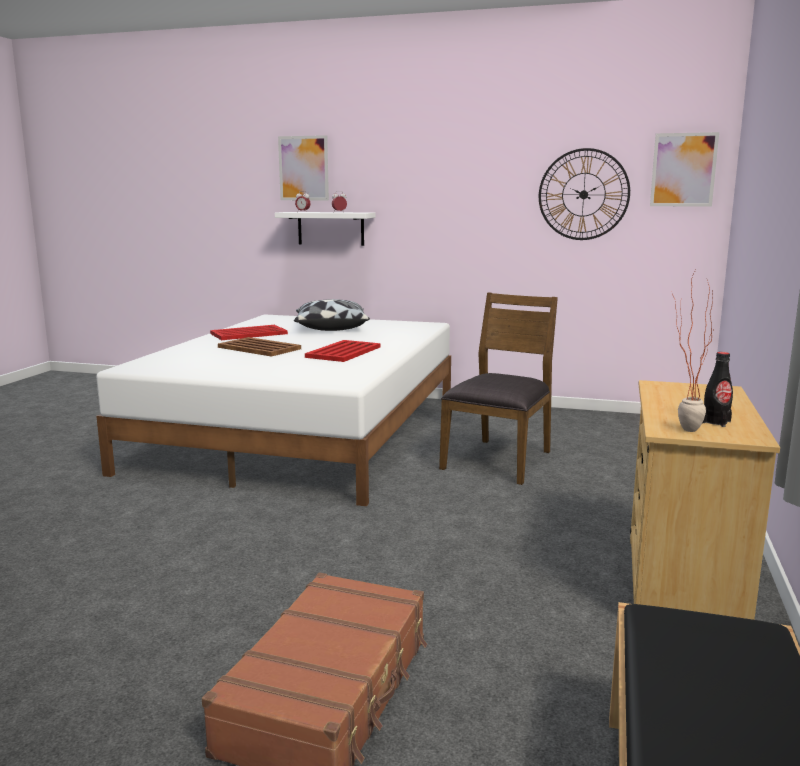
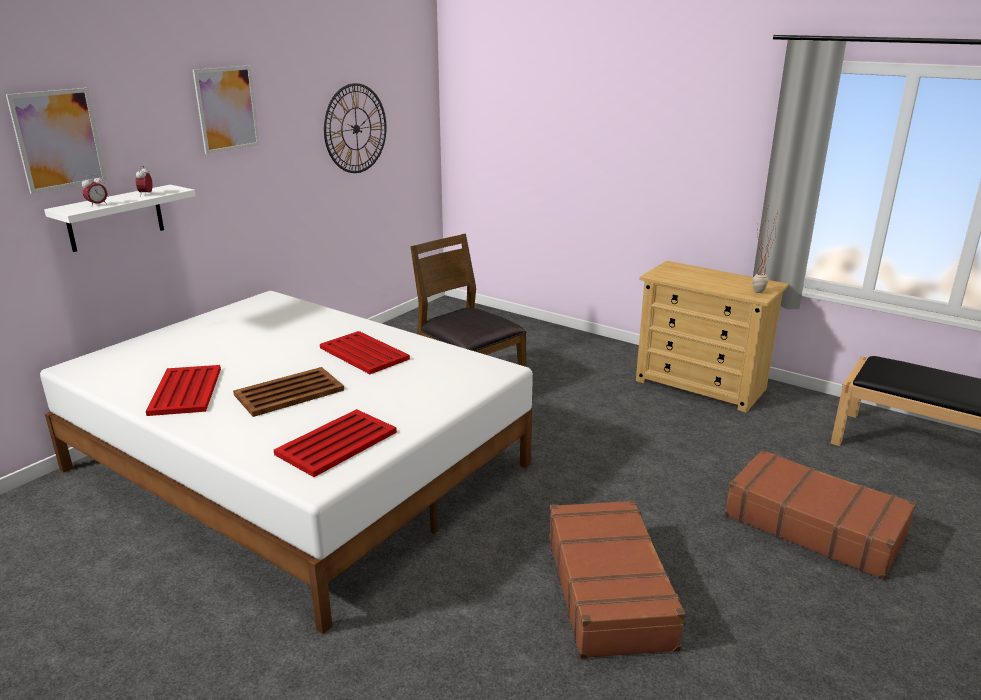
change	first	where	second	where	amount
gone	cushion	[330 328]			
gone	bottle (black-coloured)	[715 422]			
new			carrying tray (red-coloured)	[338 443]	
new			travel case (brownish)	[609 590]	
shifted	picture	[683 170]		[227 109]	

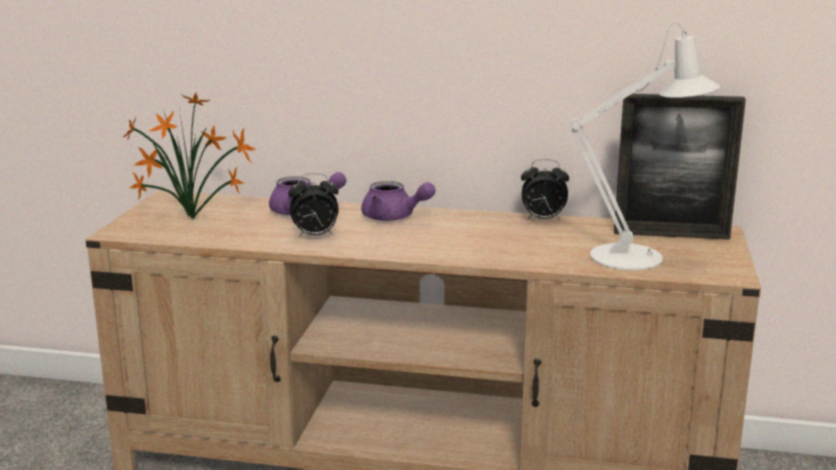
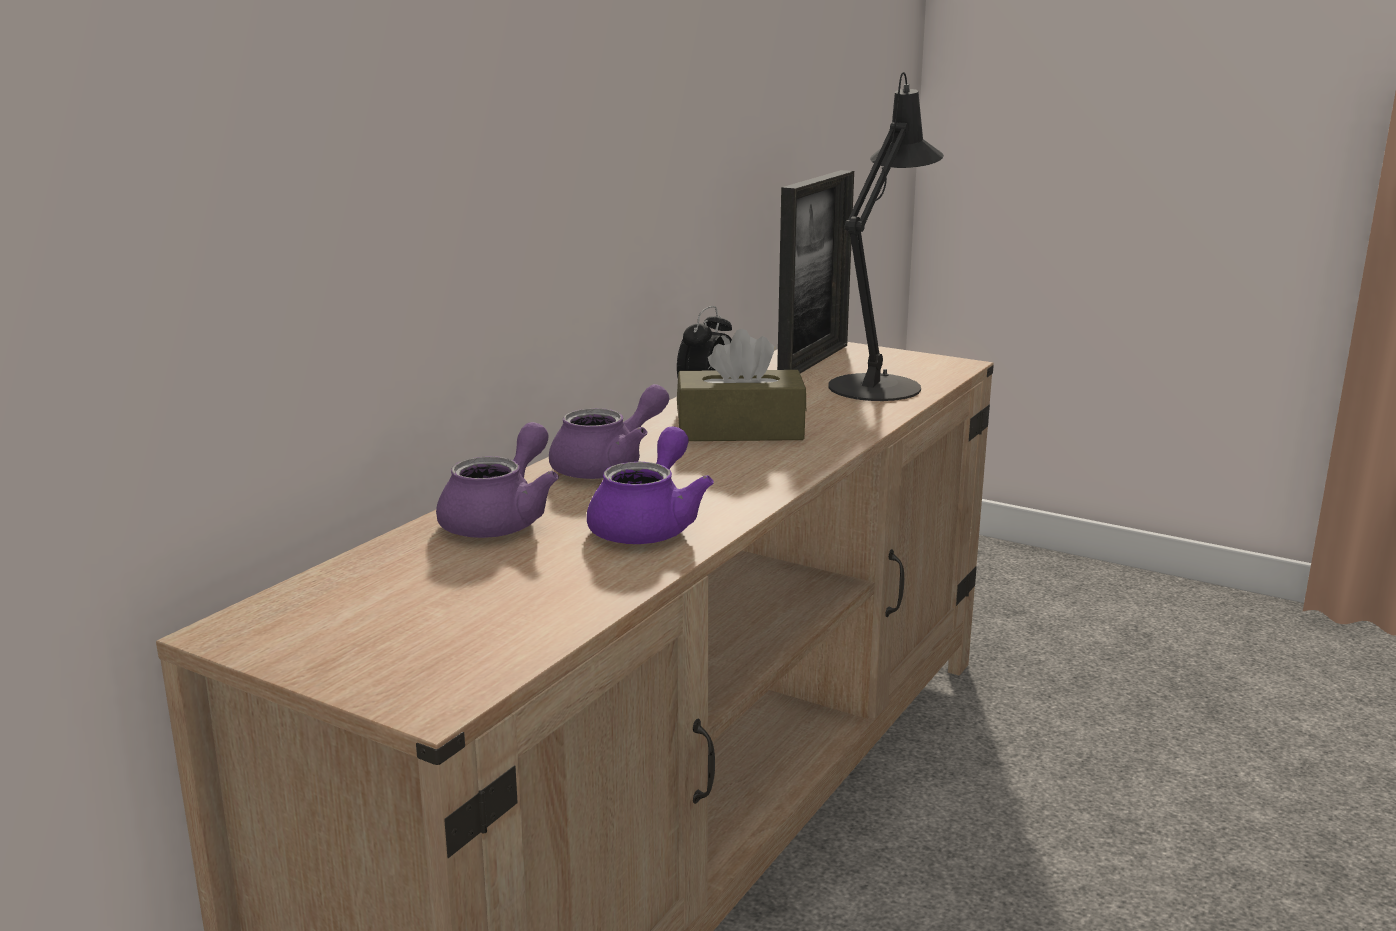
change	first	where	second	where	amount
gone	houseplant	[195 220]			
new			box of tissues (brownish)	[740 430]	
swapped	table clock	[315 236]	teapot (purple)	[649 525]	
repainted	tabletop lamp (white)	[637 257]	tabletop lamp (black-coloured)	[879 384]	

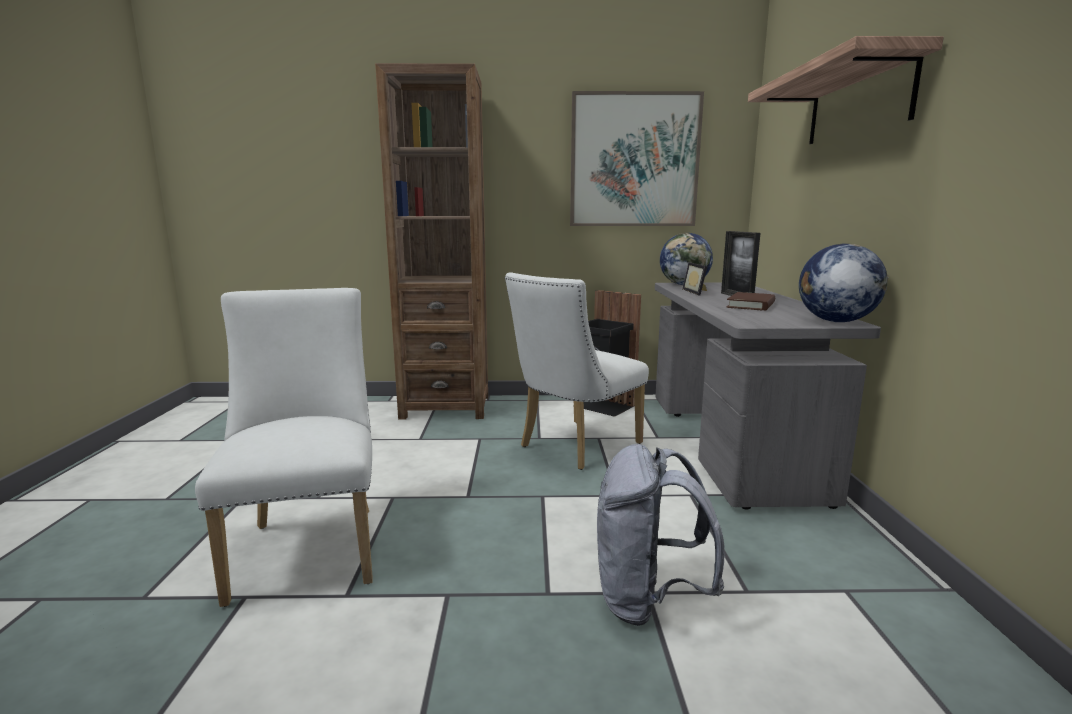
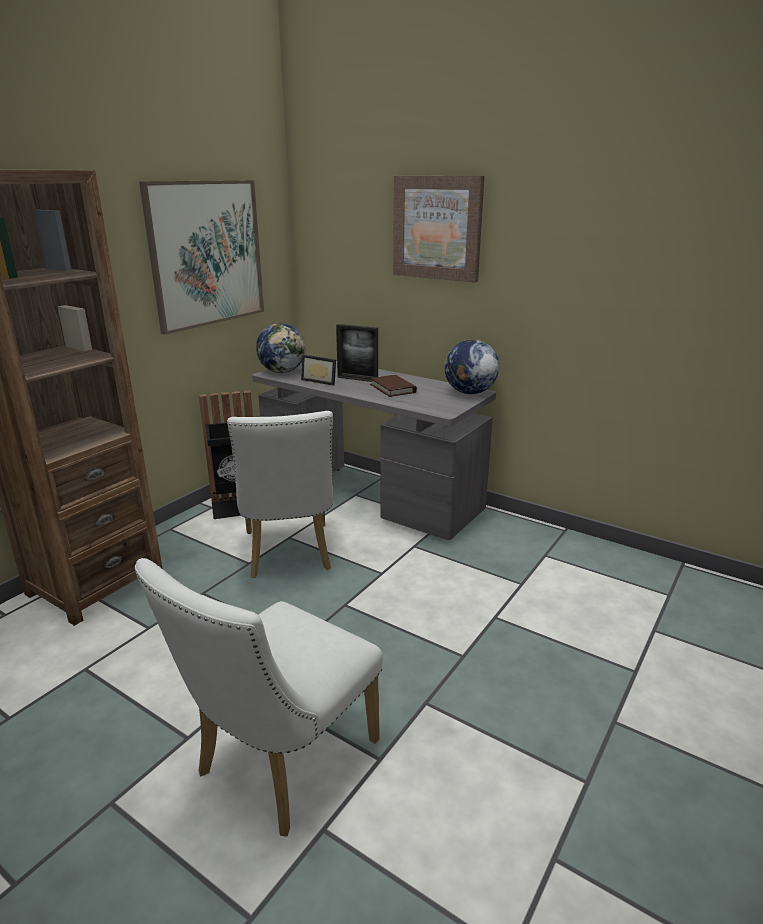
change	first	where	second	where	amount
gone	knapsack (greyish)	[647 600]			
swapped	bracket shelf	[858 102]	picture	[437 228]	
rotated	upright chair (white)	[309 546]		[279 765]	75 degrees counterclockwise

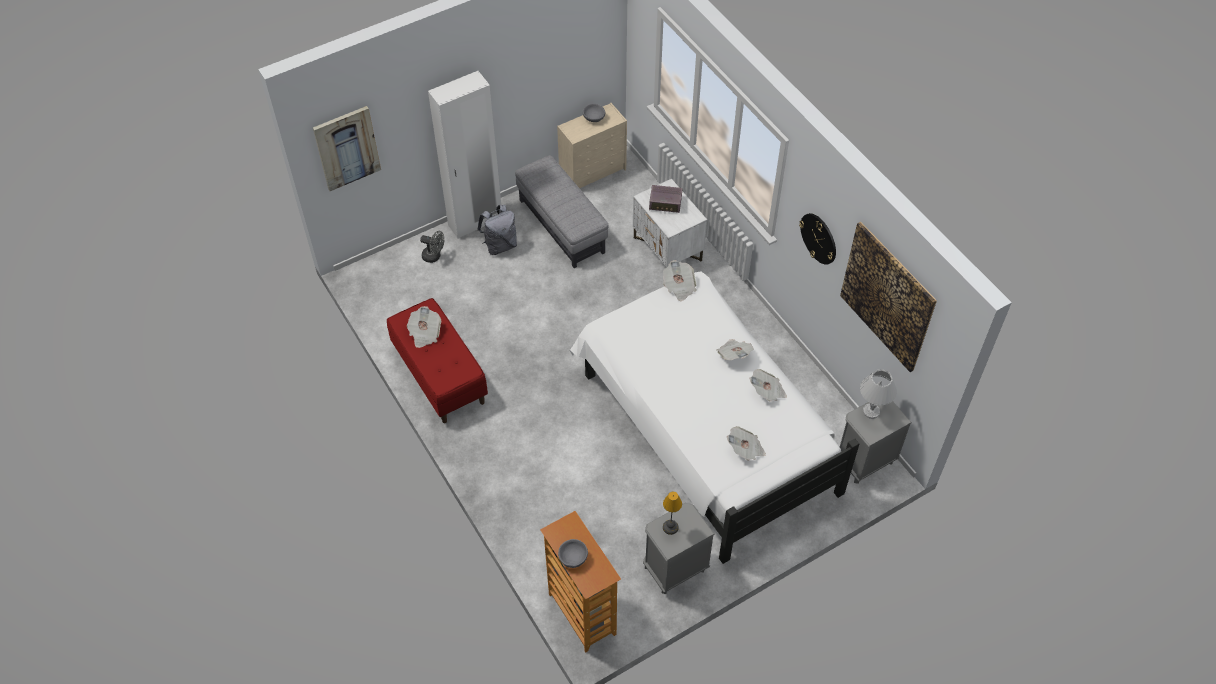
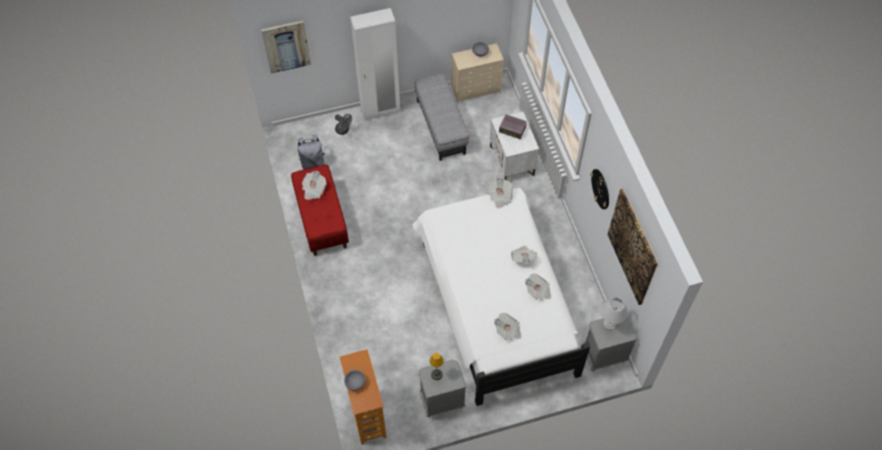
change	first	where	second	where	amount
shifted	knapsack (greyish)	[500 245]		[312 162]	

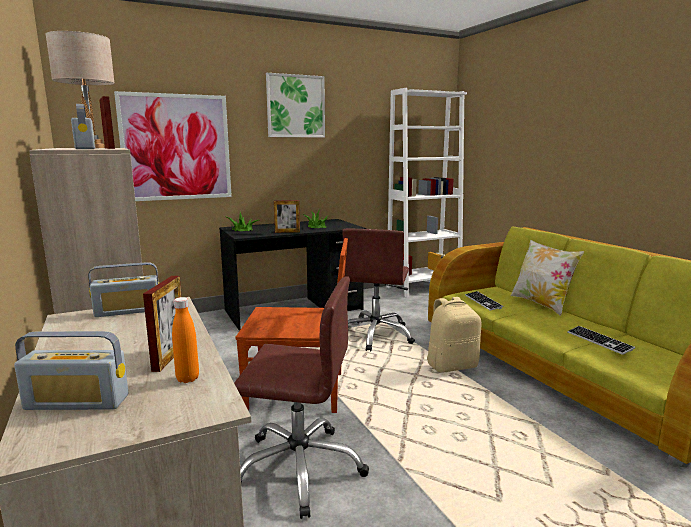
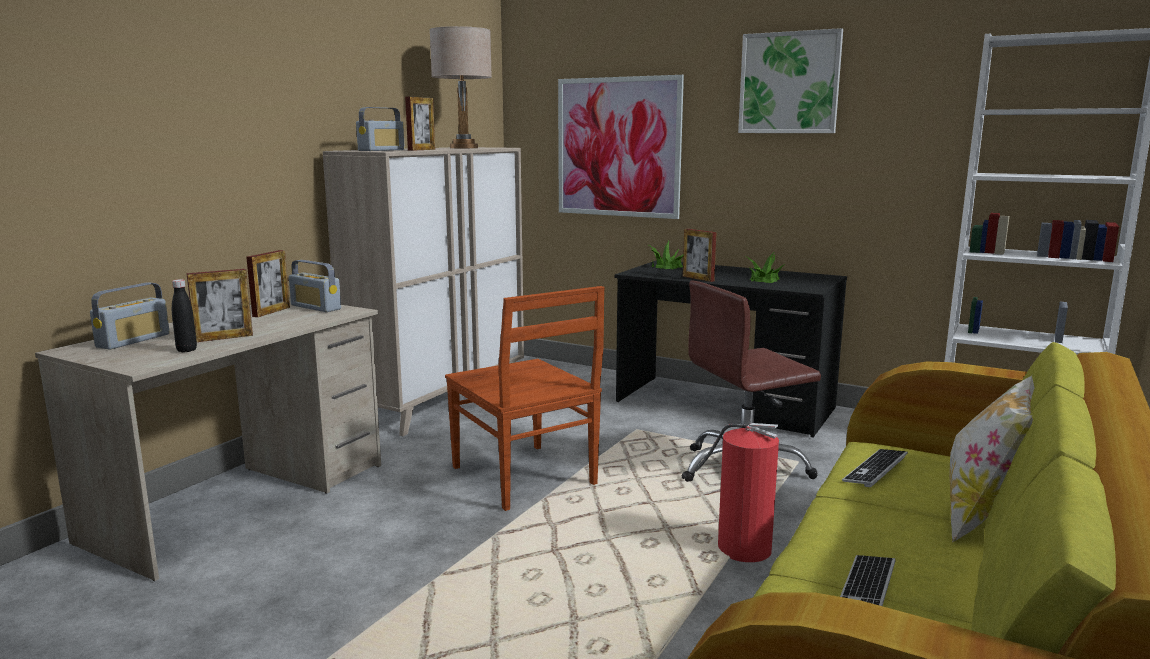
change	first	where	second	where	amount
gone	desk chair (brownish)	[299 467]			
new			photo frame	[271 312]	
swapped	knapsack (beige)	[452 365]	fire extinguisher	[741 547]	
repainted	bottle (orange-coloured)	[187 378]	bottle (black-coloured)	[186 350]	
rotated	radio set	[77 402]		[133 340]	120 degrees counterclockwise

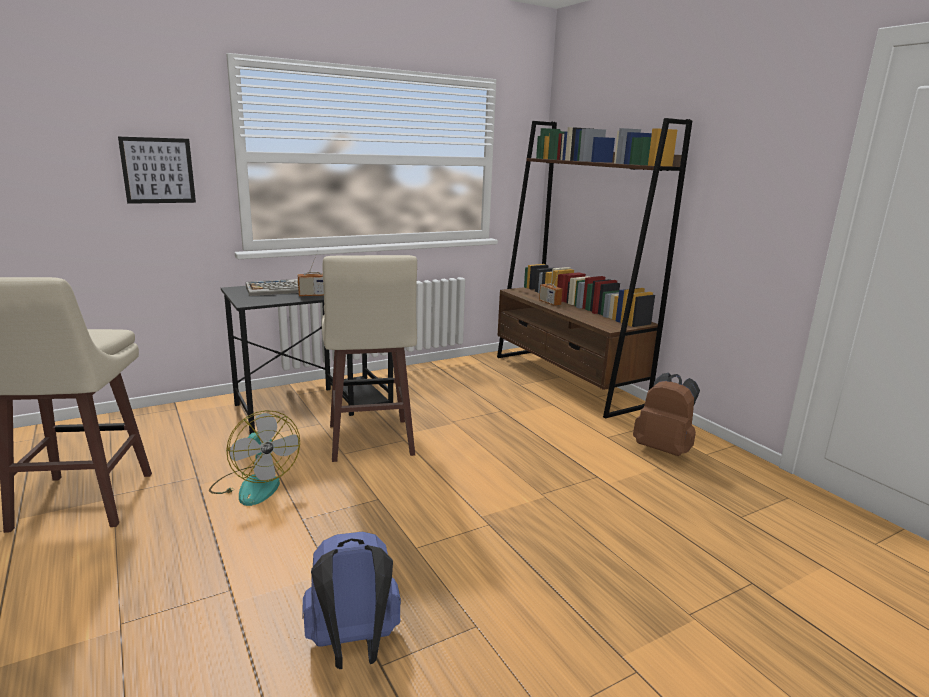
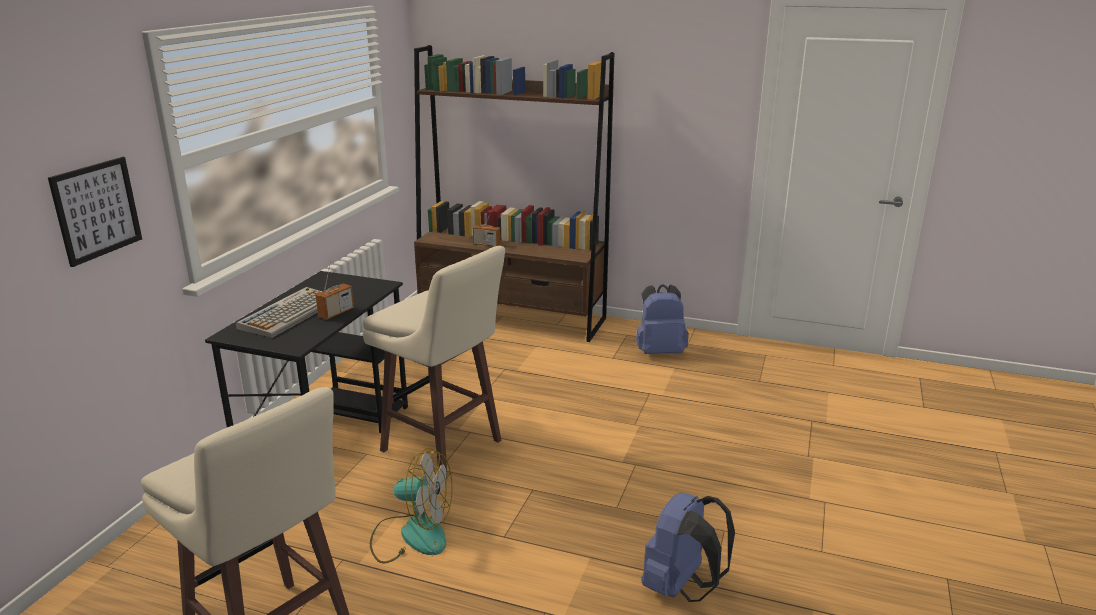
change	first	where	second	where	amount
repainted	knapsack (brownish)	[663 449]	knapsack (blue)	[659 351]	

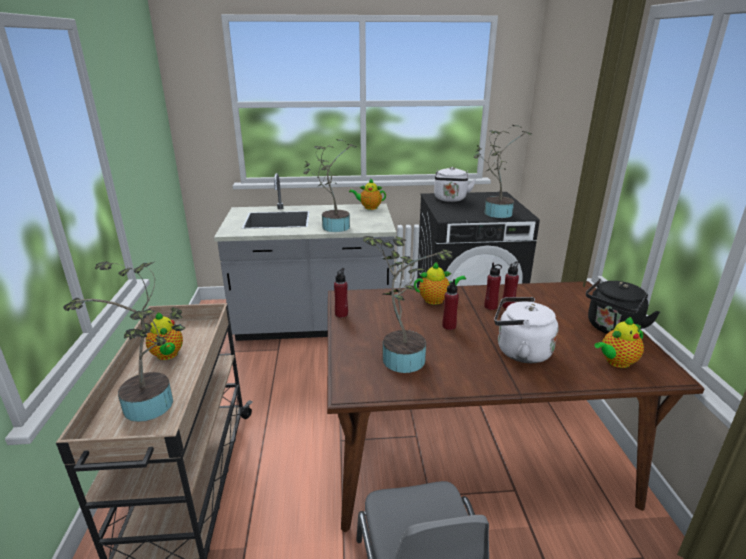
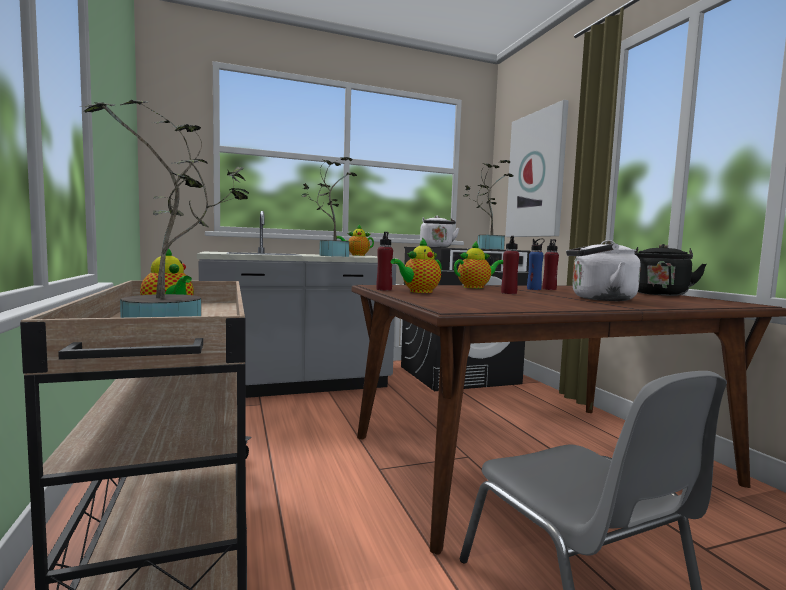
change	first	where	second	where	amount
gone	houseplant	[402 356]			
new			picture	[536 175]	
shifted	teapot	[616 362]		[418 292]	
repainted	bottle (red-coloured)	[490 307]	bottle (blue)	[534 289]	

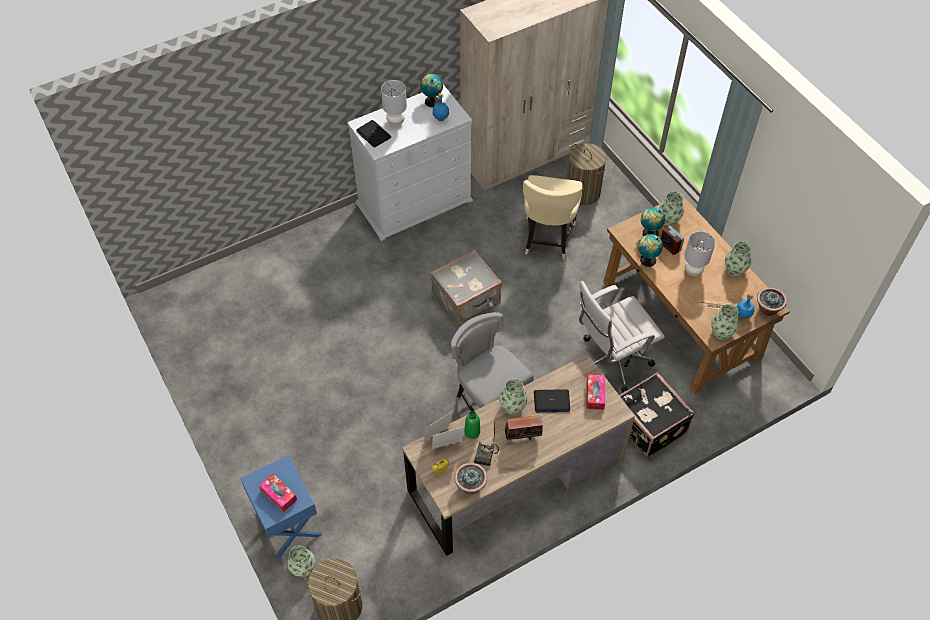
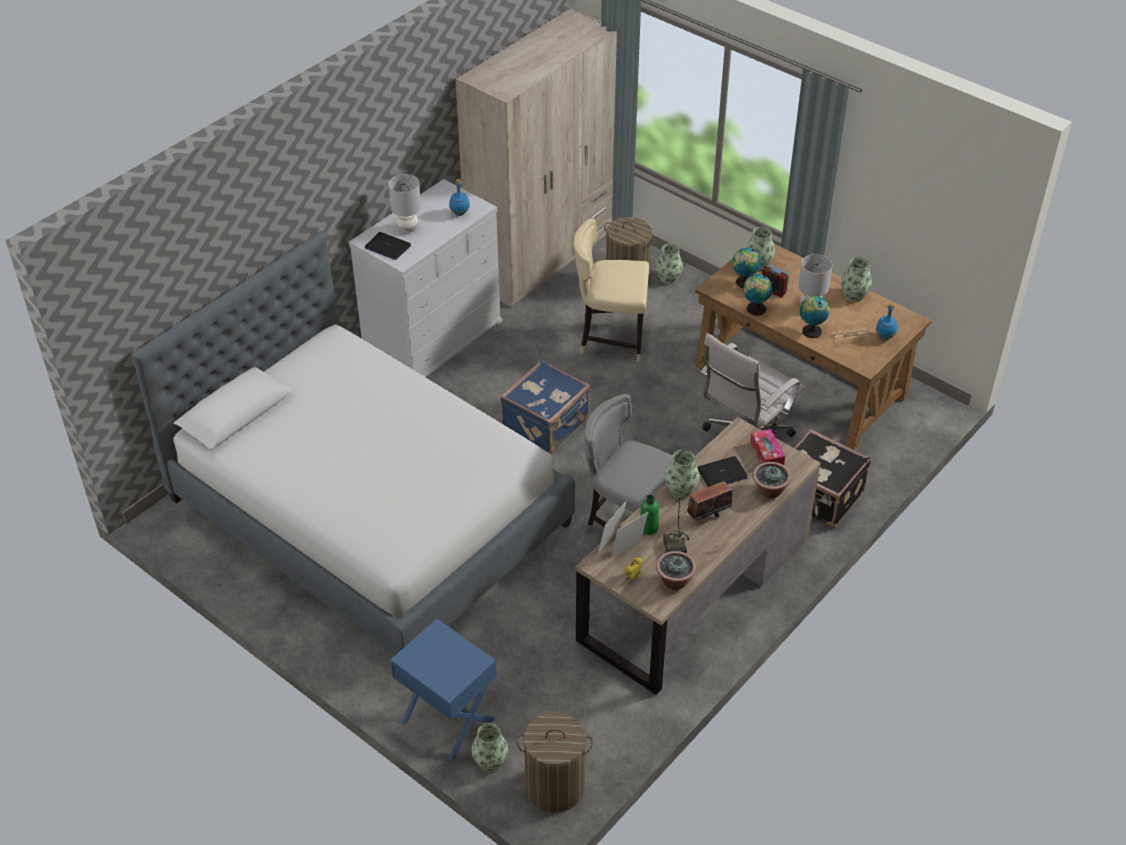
change	first	where	second	where	amount
gone	box of tissues	[279 495]			
new			sleeping bed	[369 512]	
shifted	desk globe	[431 101]		[810 331]	
shifted	flower vase	[721 332]		[668 277]	
shifted	houseplant	[767 309]		[769 491]	
repainted	travel case (greyish)	[467 300]	travel case (blue)	[547 425]	
rotated	upright chair (beige)	[547 239]		[610 339]	105 degrees clockwise

